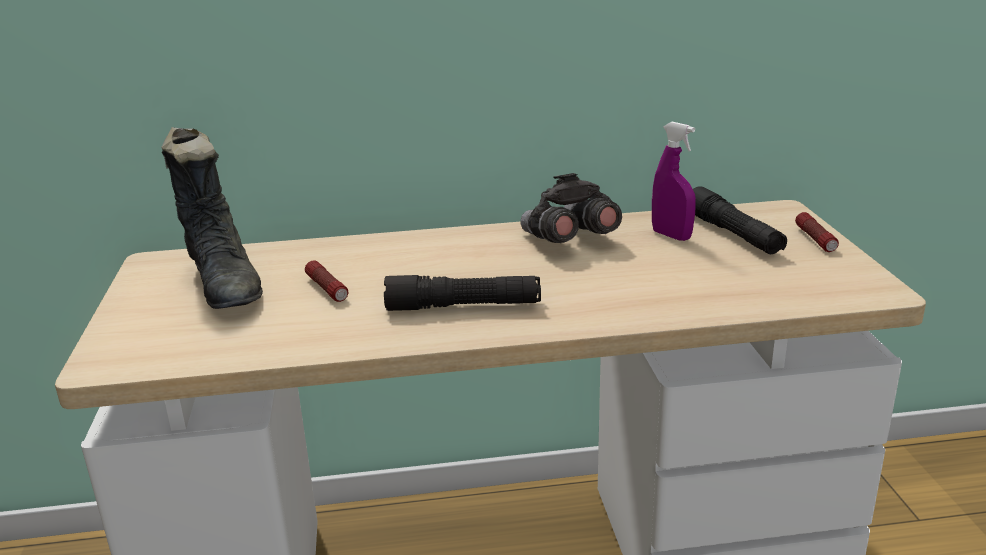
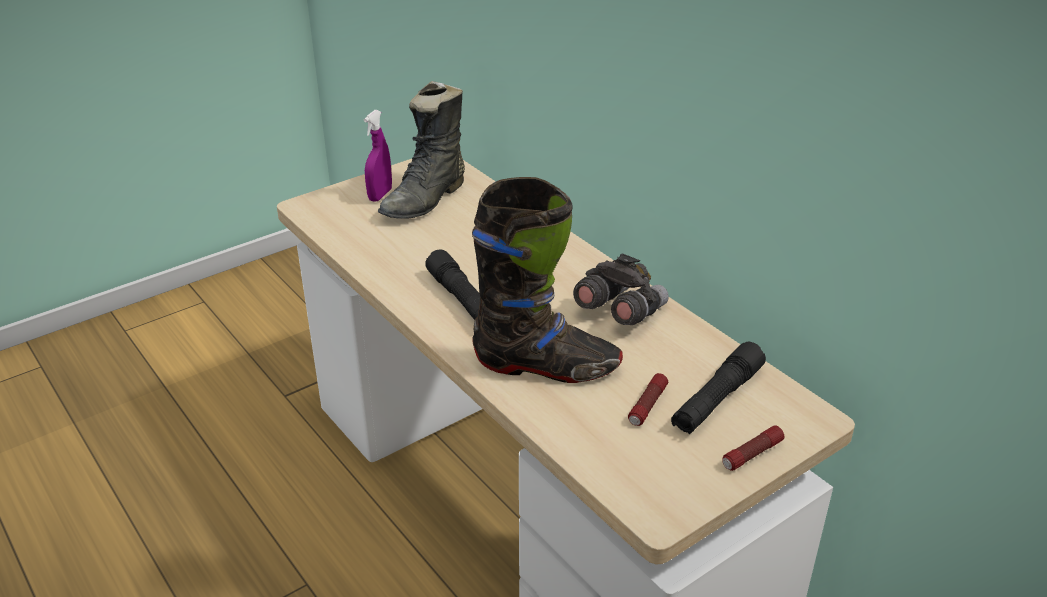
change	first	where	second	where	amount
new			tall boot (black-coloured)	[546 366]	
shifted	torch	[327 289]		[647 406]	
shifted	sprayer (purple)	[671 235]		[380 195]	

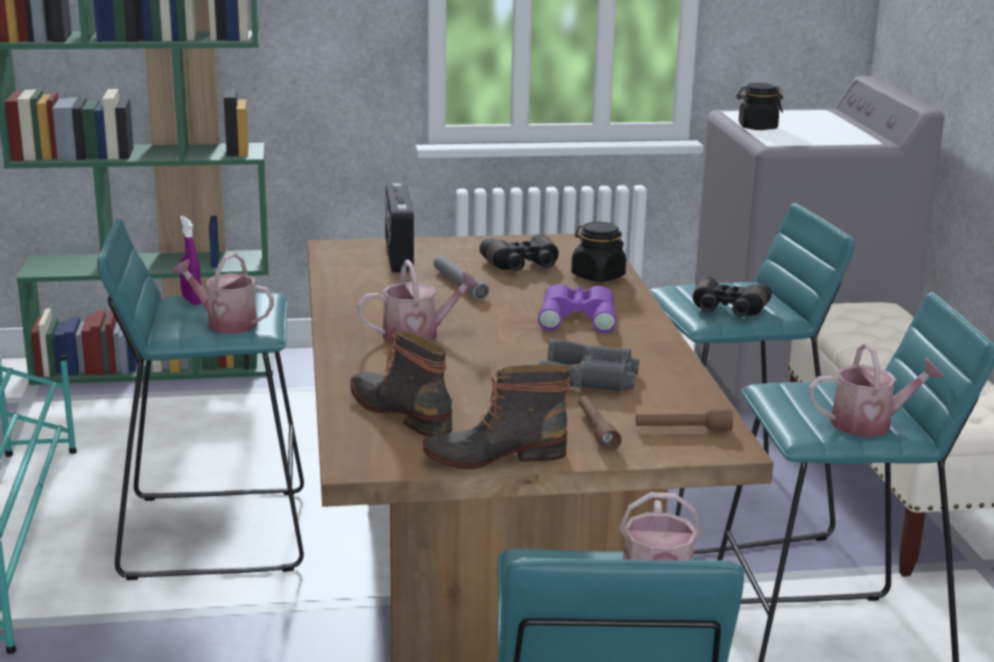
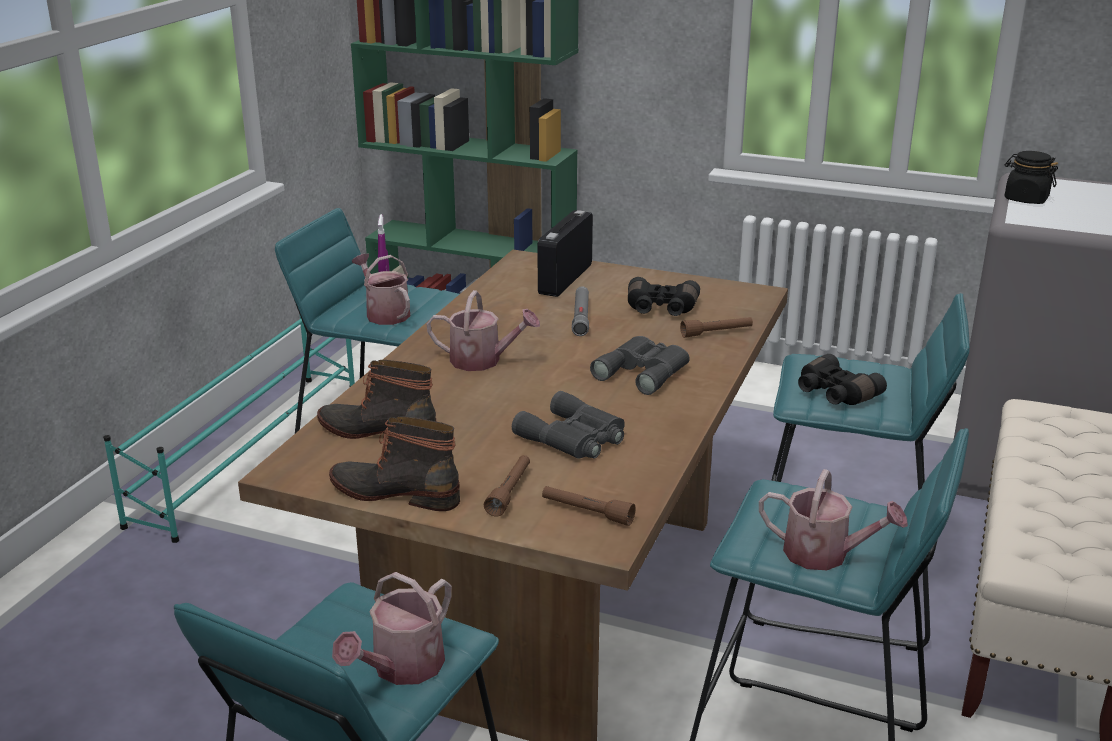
change	first	where	second	where	amount
swapped	jar (black-coloured)	[597 276]	torch (brownish)	[716 333]	
repainted	field glasses (purple)	[578 316]	field glasses (greyish)	[644 371]	
rotated	tall boot	[403 411]		[379 431]	60 degrees counterclockwise

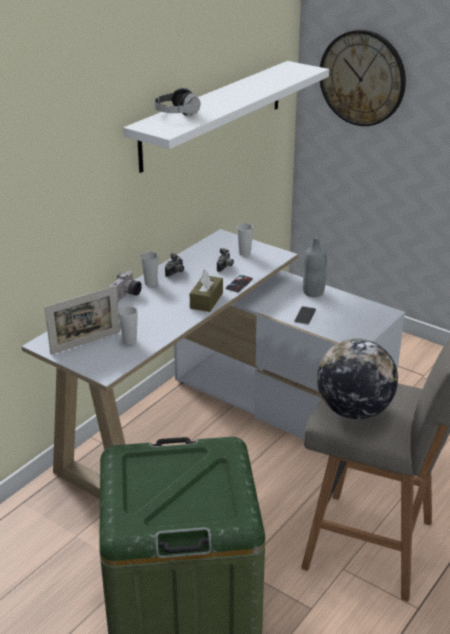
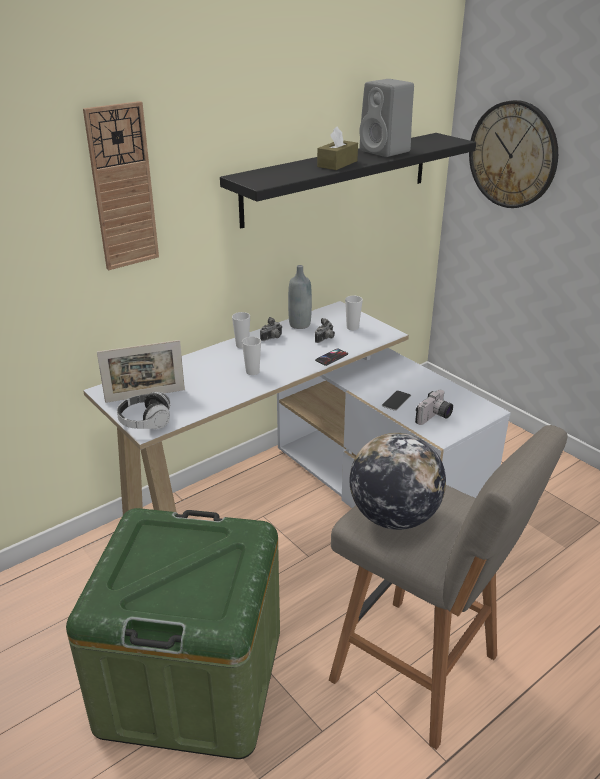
change	first	where	second	where	amount
new			clock on the wall	[122 188]	
new			audio speaker (greyish)	[386 151]	
shifted	still camera	[126 296]		[435 417]	
shifted	small cup	[129 341]		[252 372]	
shifted	pair of headphones	[176 114]		[145 422]	
shifted	box of tissues (brownish)	[206 300]		[337 164]	
shifted	bottle (greyish)	[313 292]		[299 324]	
repainted	bracket shelf (white)	[213 114]	bracket shelf (black-coloured)	[338 178]	

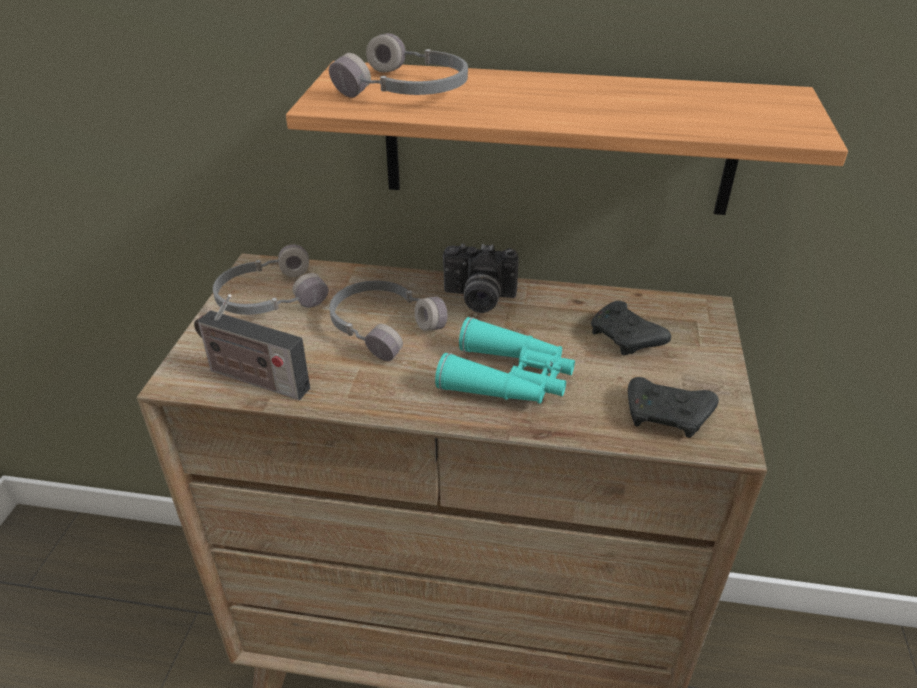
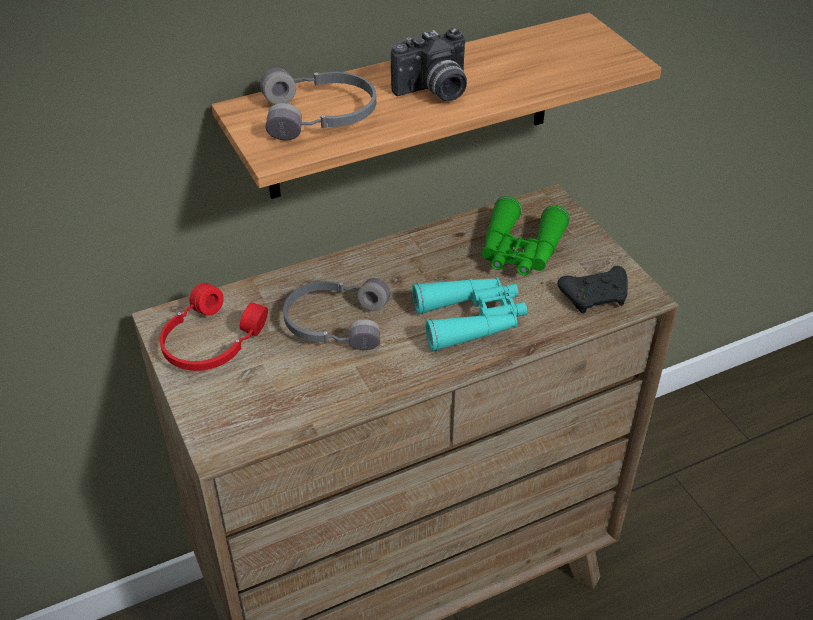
change	first	where	second	where	amount
gone	radio set	[254 379]			
shifted	still camera	[478 300]		[434 92]	
swapped	gamepad (black-coloured)	[626 339]	field glasses (green)	[520 250]	
repainted	pair of headphones (greyish)	[269 297]	pair of headphones (red-coloured)	[210 342]	

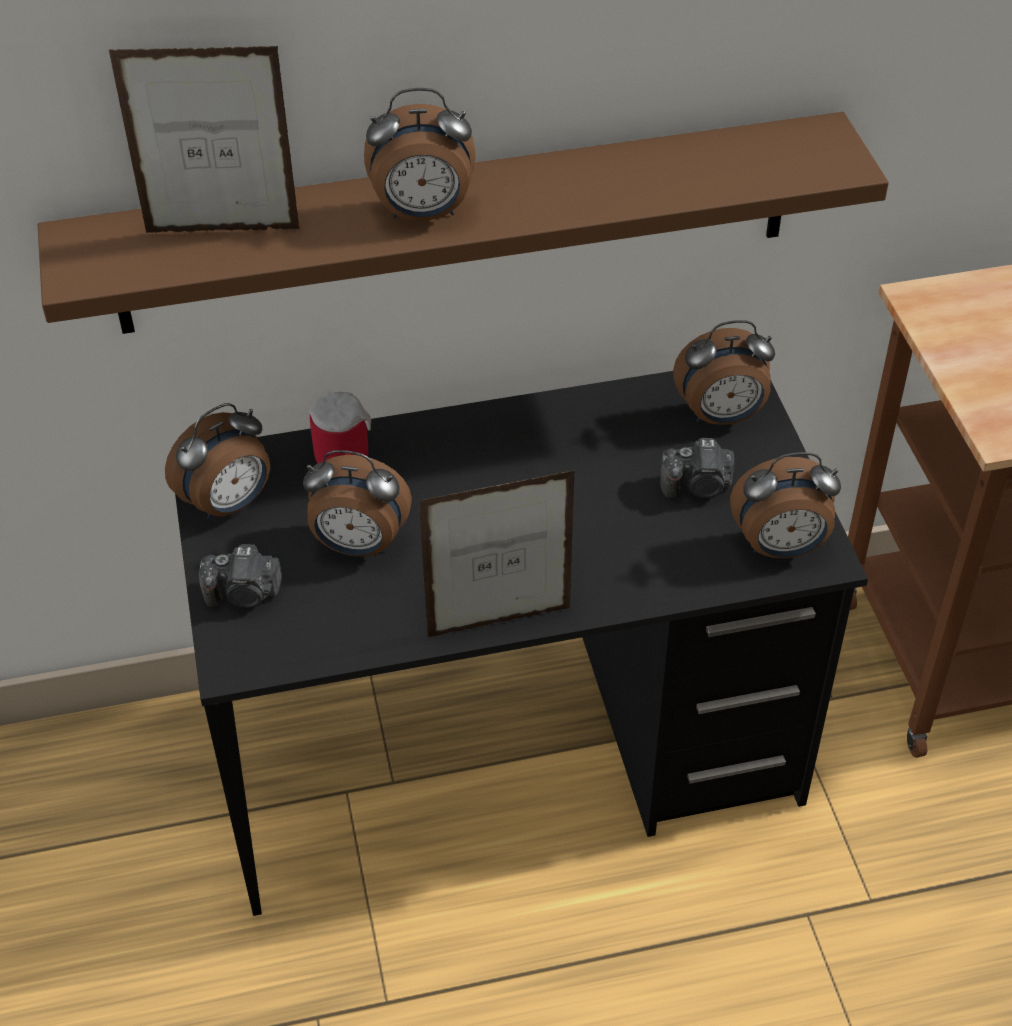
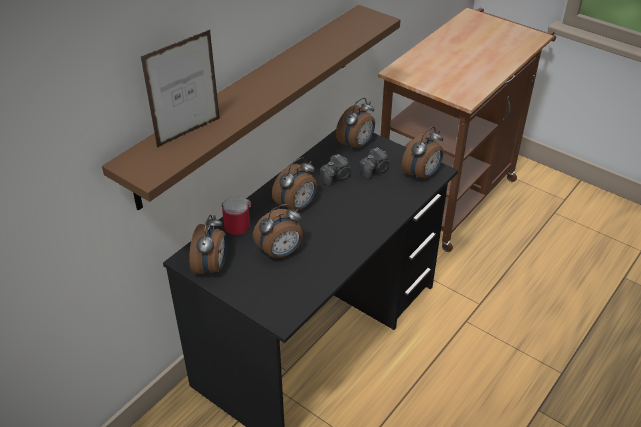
change	first	where	second	where	amount
gone	photo frame	[500 622]			
shifted	still camera	[244 594]		[336 177]	
shifted	table clock	[423 214]		[297 206]	

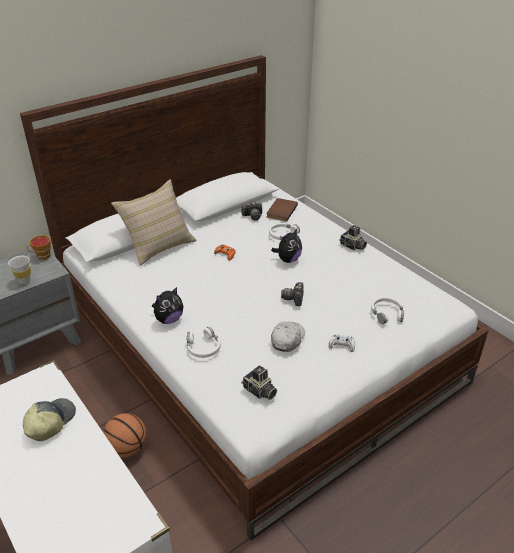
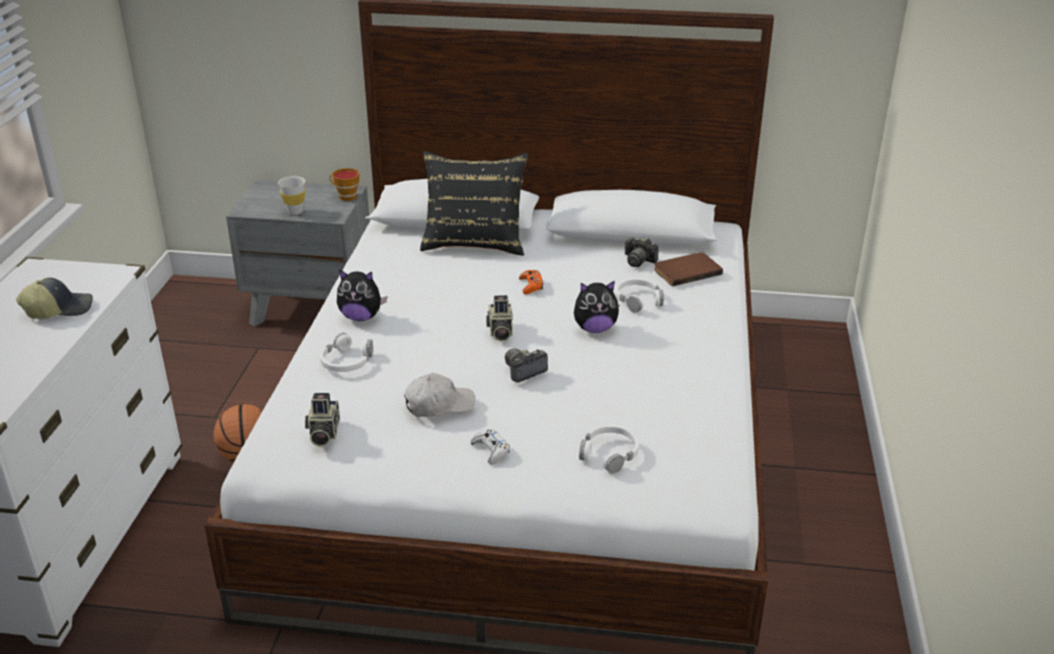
change	first	where	second	where	amount
shifted	still camera	[352 246]		[500 331]	
repainted	cushion (beige)	[158 245]	cushion (black-coloured)	[474 241]	

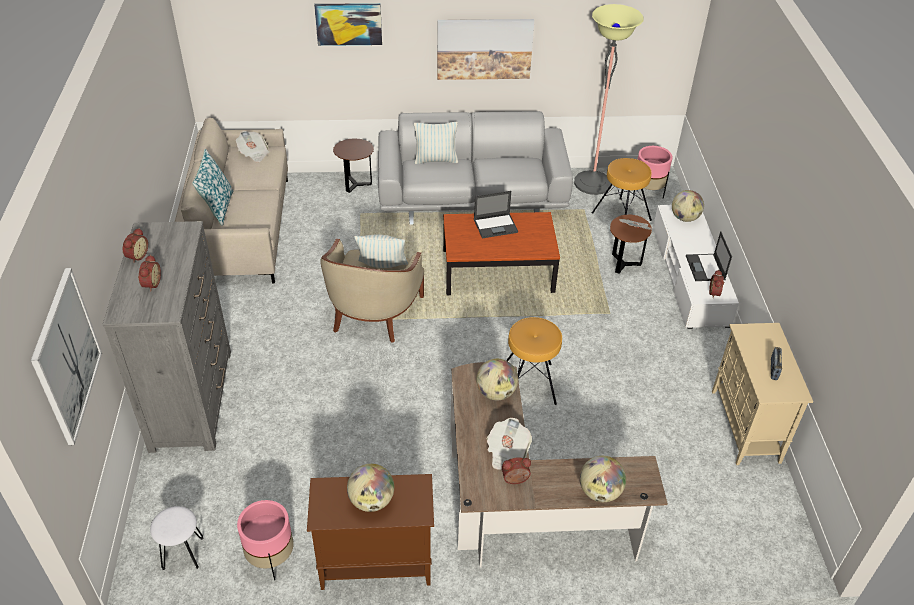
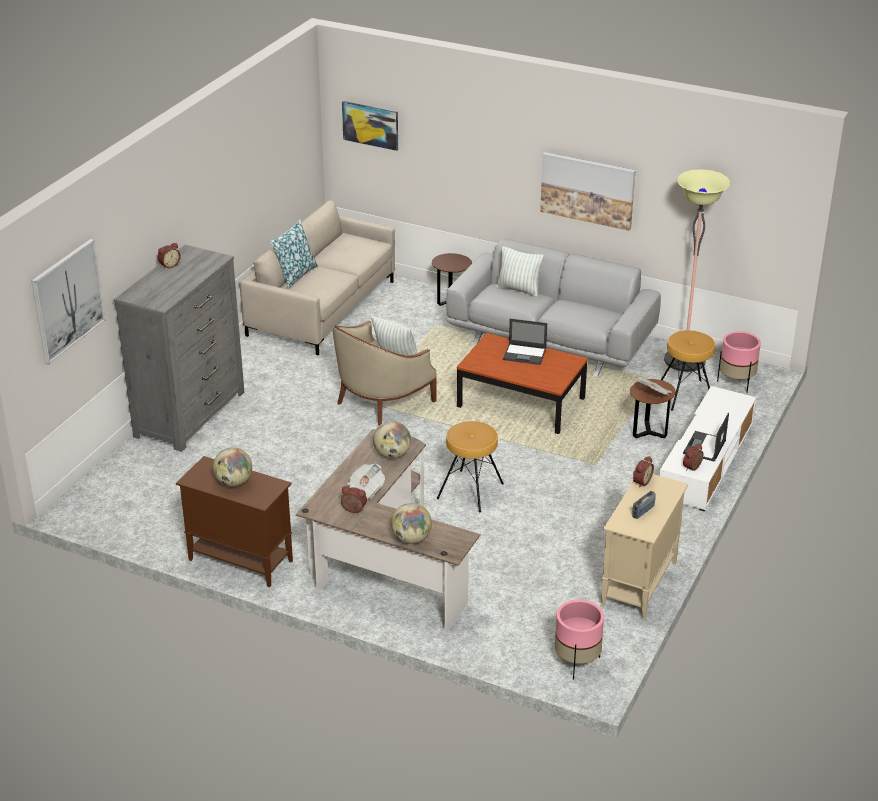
change	first	where	second	where	amount
gone	stool (white)	[183 553]			
gone	printed paper	[254 153]			
gone	desk globe	[684 218]			
shifted	table clock	[150 284]		[641 481]	
shifted	plant pot (pink-coloured)	[271 557]		[577 662]	
shifted	picture	[348 23]		[370 125]	

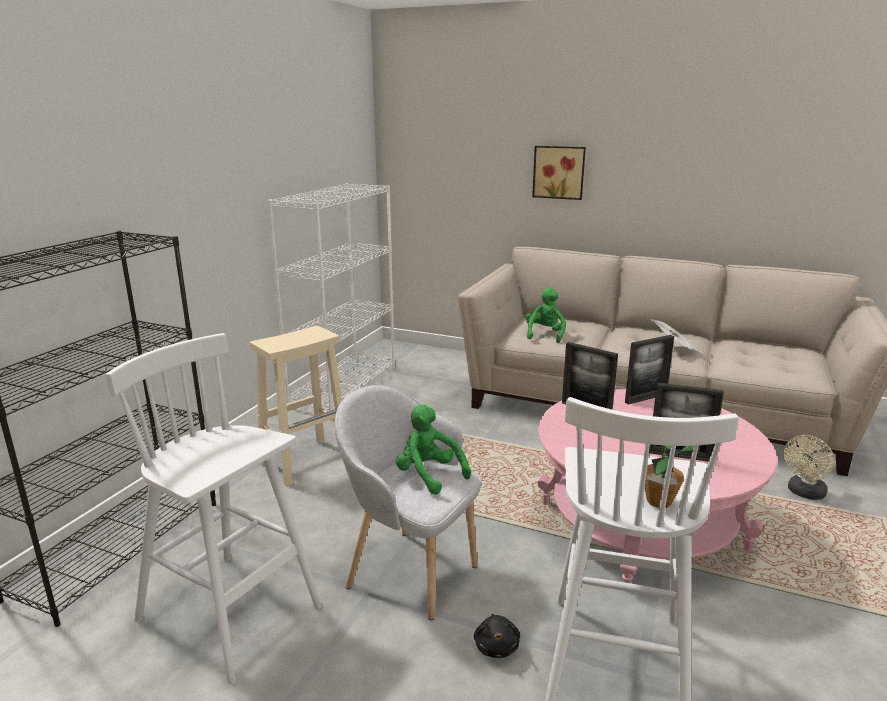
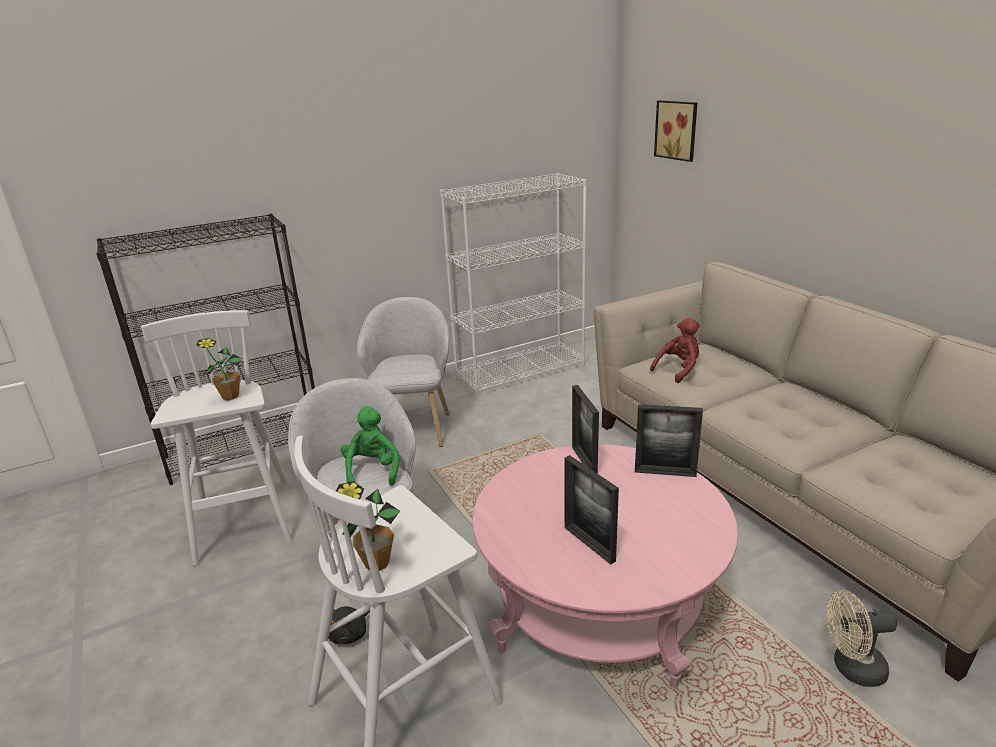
change	first	where	second	where	amount
gone	printed paper	[675 349]			
new			houseplant	[230 396]	
shifted	picture	[559 172]		[677 130]	
swapped	stool (beige)	[306 461]	easy chair (greyish)	[414 429]	
repainted	cuddly toy (green)	[544 335]	cuddly toy (red-coloured)	[678 370]	

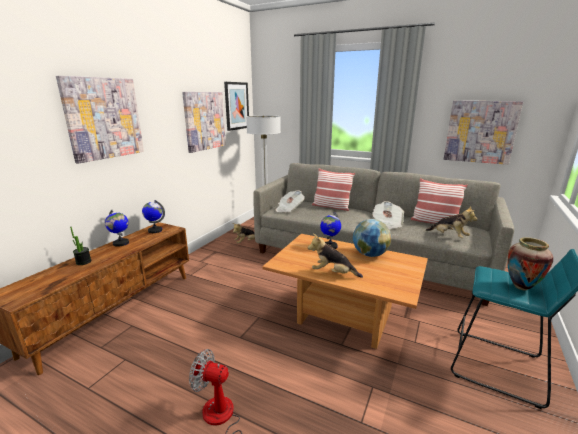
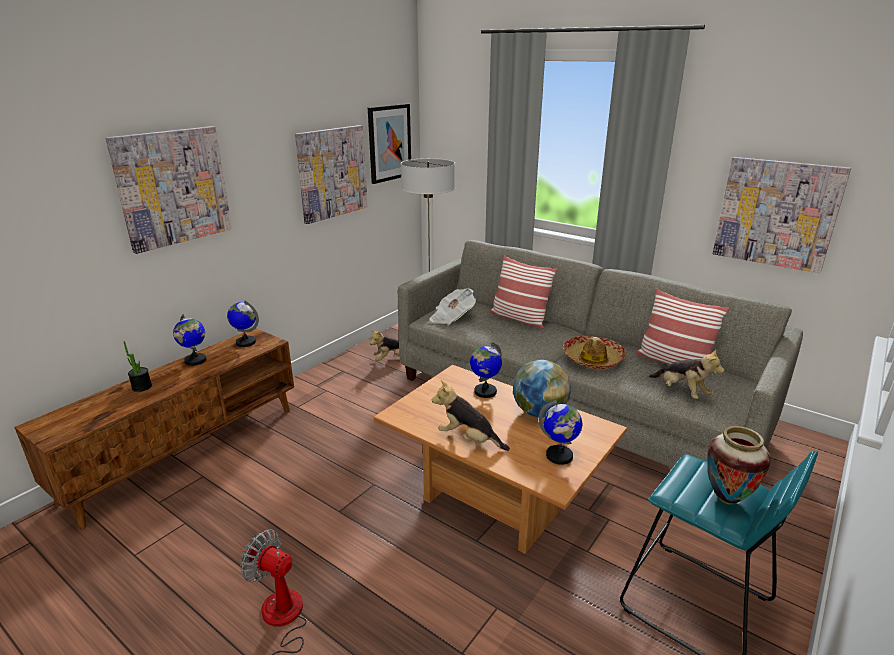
change	first	where	second	where	amount
new			desk globe	[559 456]	
swapped	printed paper	[387 224]	hat	[593 359]	

